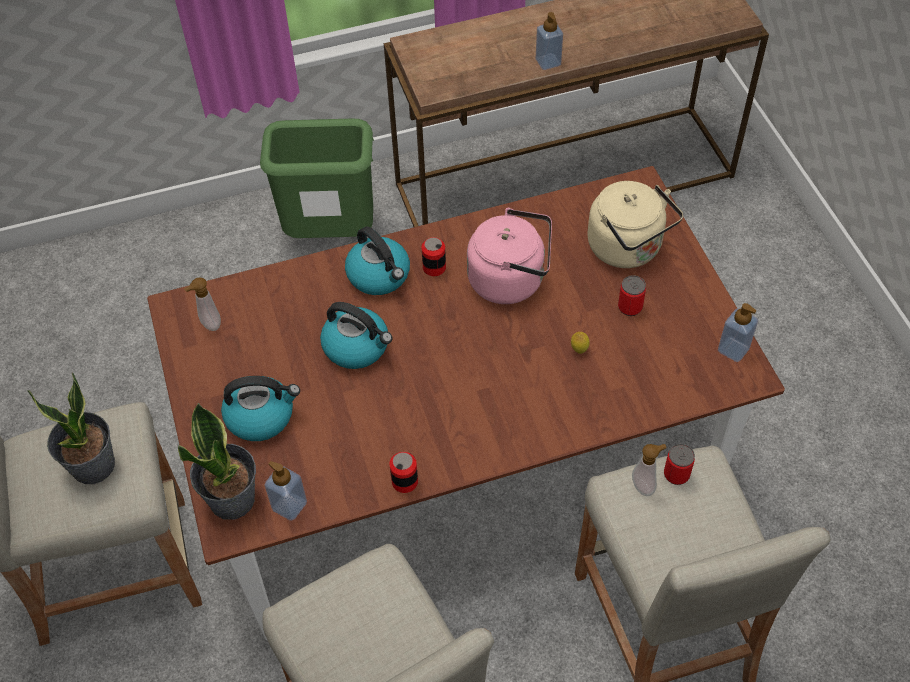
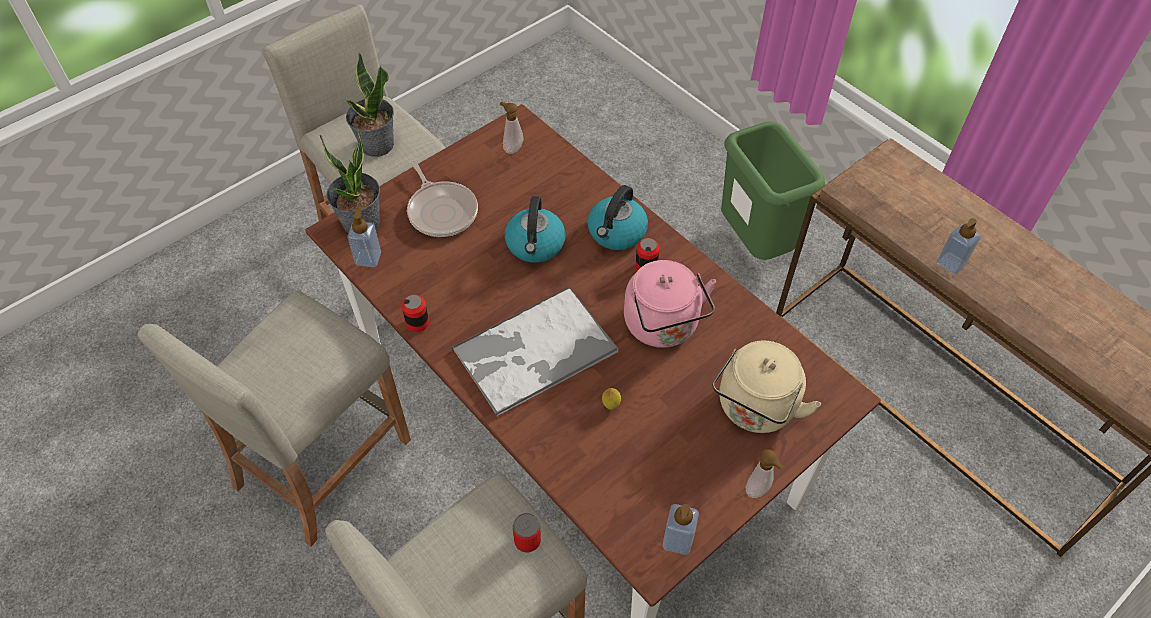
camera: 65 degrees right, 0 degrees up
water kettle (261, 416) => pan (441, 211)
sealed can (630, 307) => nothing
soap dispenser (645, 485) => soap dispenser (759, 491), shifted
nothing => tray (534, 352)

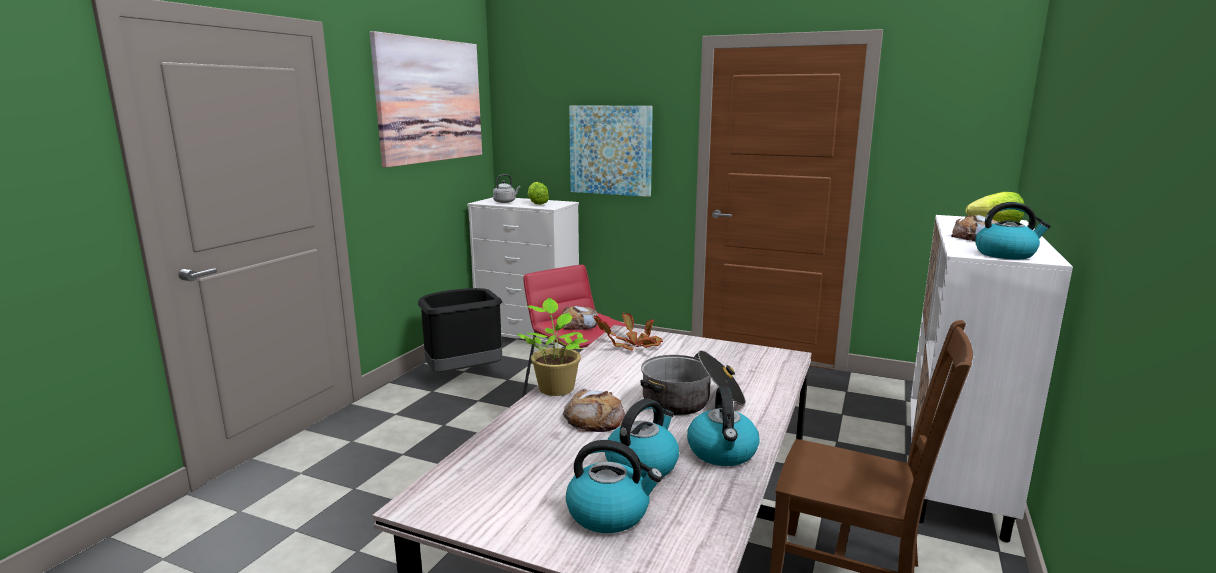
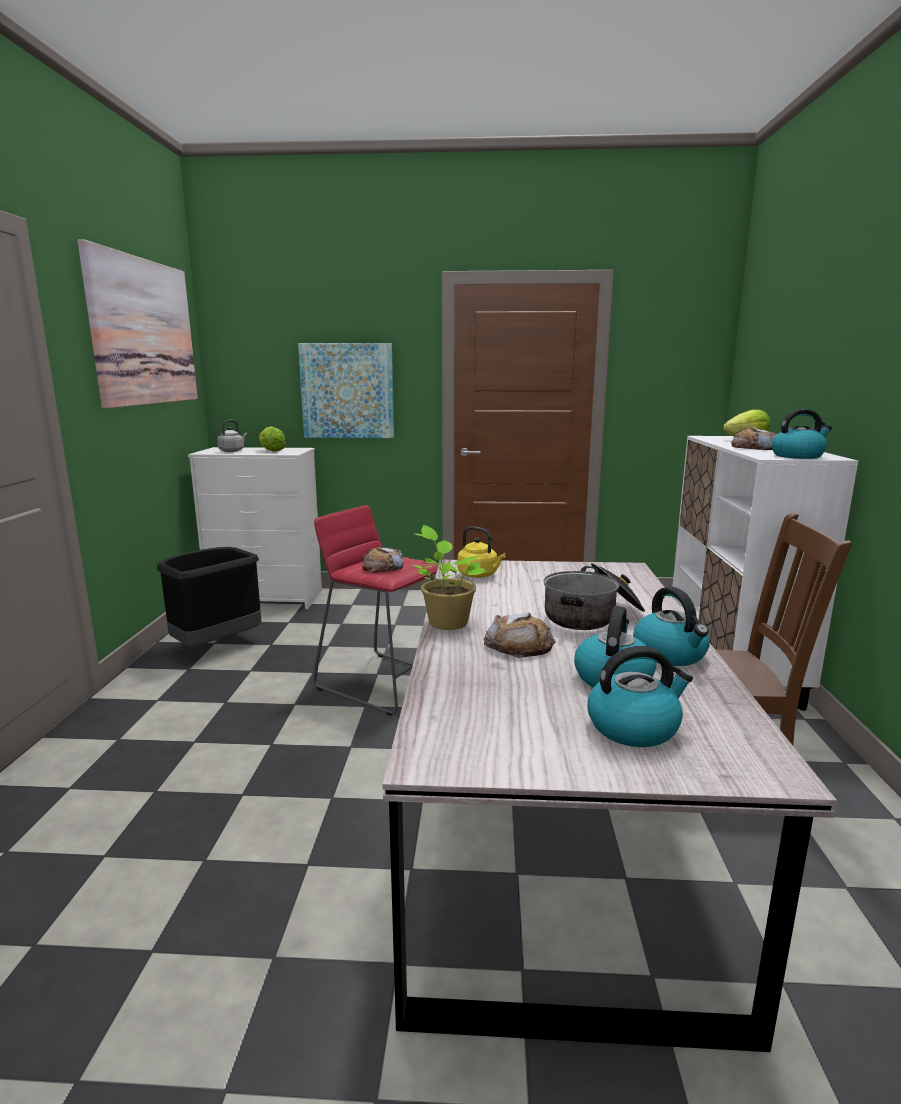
camera: 20 degrees left, 0 degrees up
plant in a pot (632, 345) => yellow-coloured water kettle (479, 575)

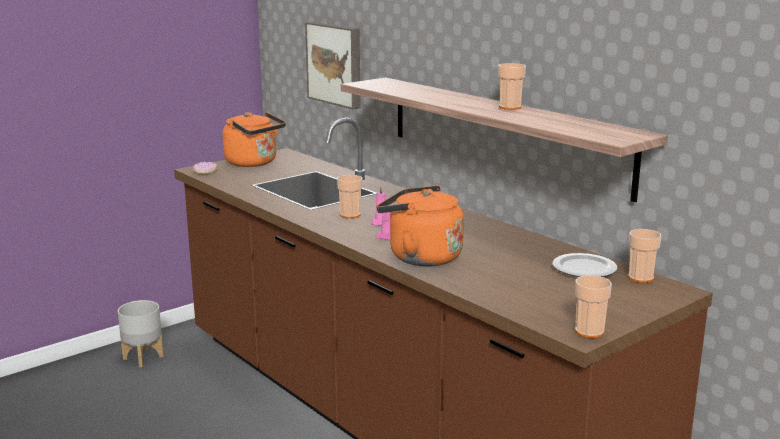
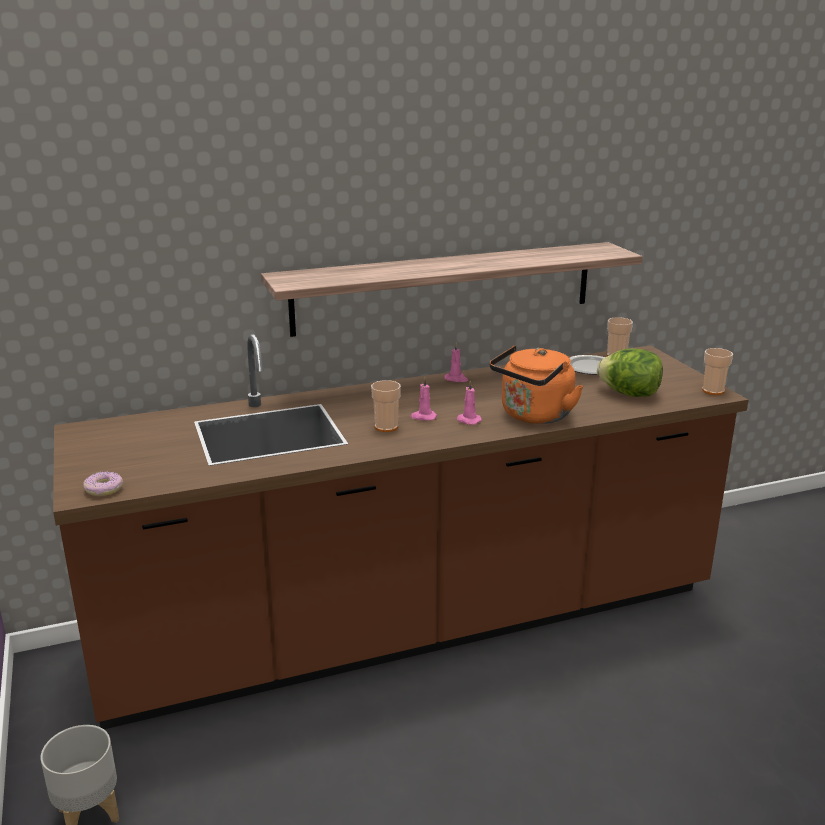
camera: 70 degrees left, 5 degrees up
orange-coloured water kettle (254, 163) => nothing
picture (336, 64) => nothing
drinking cup (510, 107) => nothing
nothing => pinkish wax light (456, 379)
nothing => head of lettuce (629, 394)

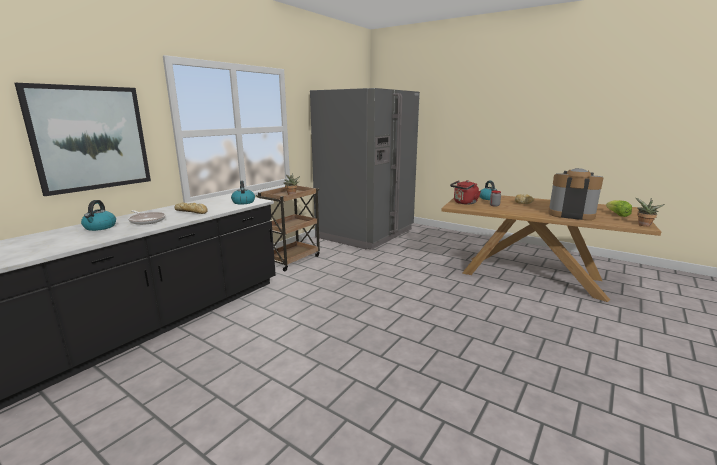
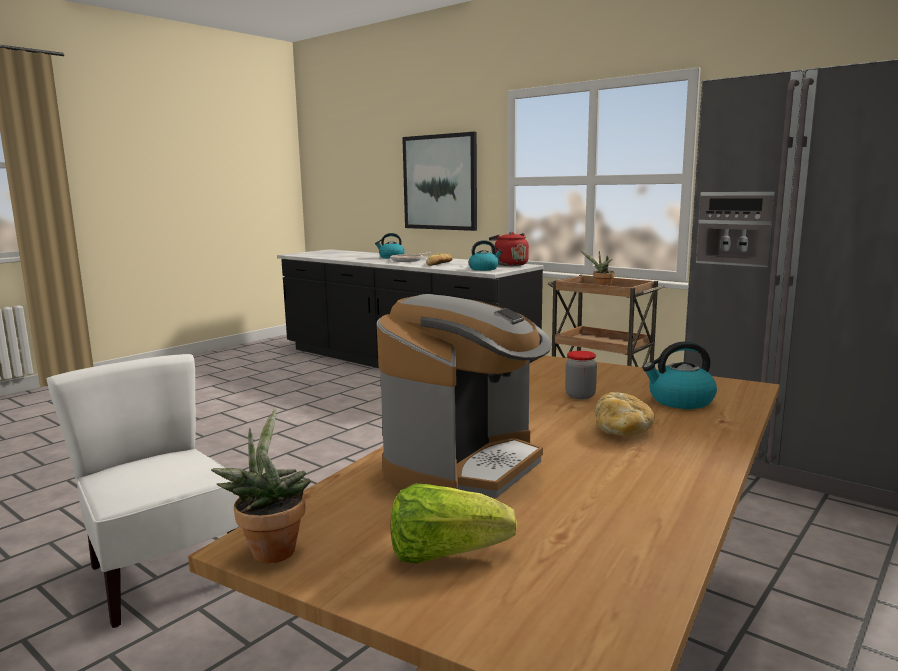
camera: 95 degrees right, 5 degrees down
red-coloured water kettle (464, 203) => red-coloured water kettle (509, 264), shifted
nothing => white upright chair (163, 574)

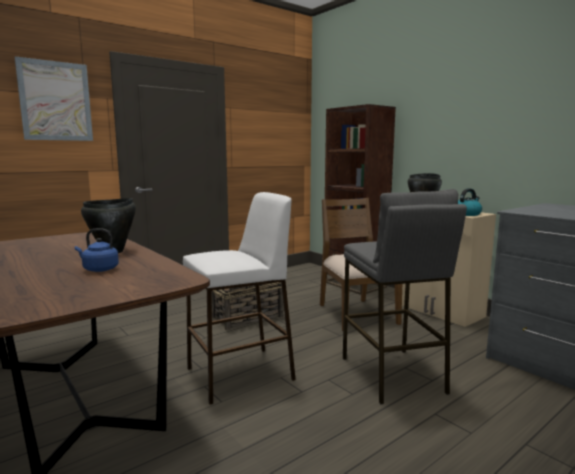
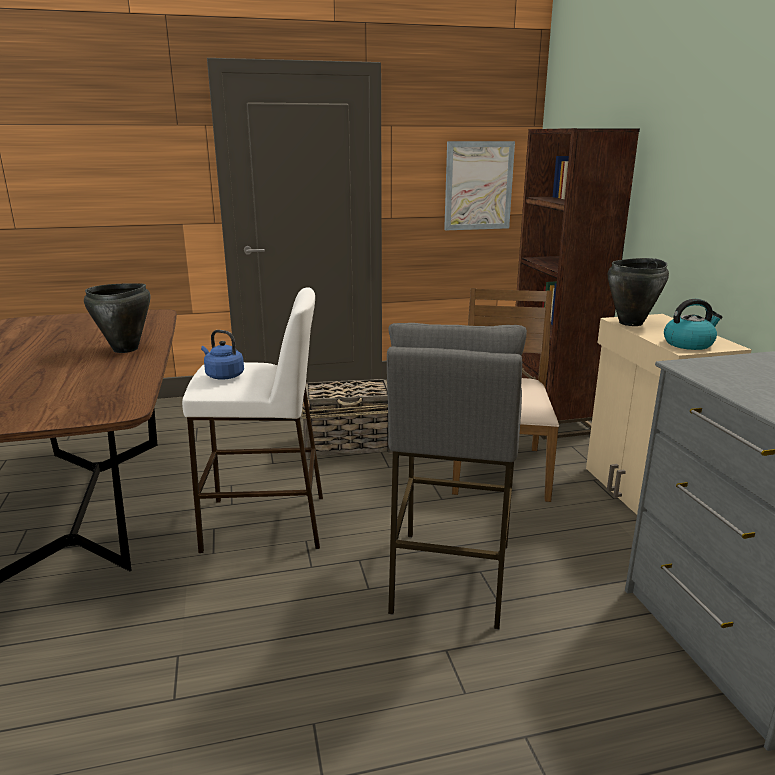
camera: 25 degrees right, 10 degrees up
picture (55, 101) => picture (478, 186), shifted
blue-coloured water kettle (99, 269) => blue-coloured water kettle (223, 375), shifted

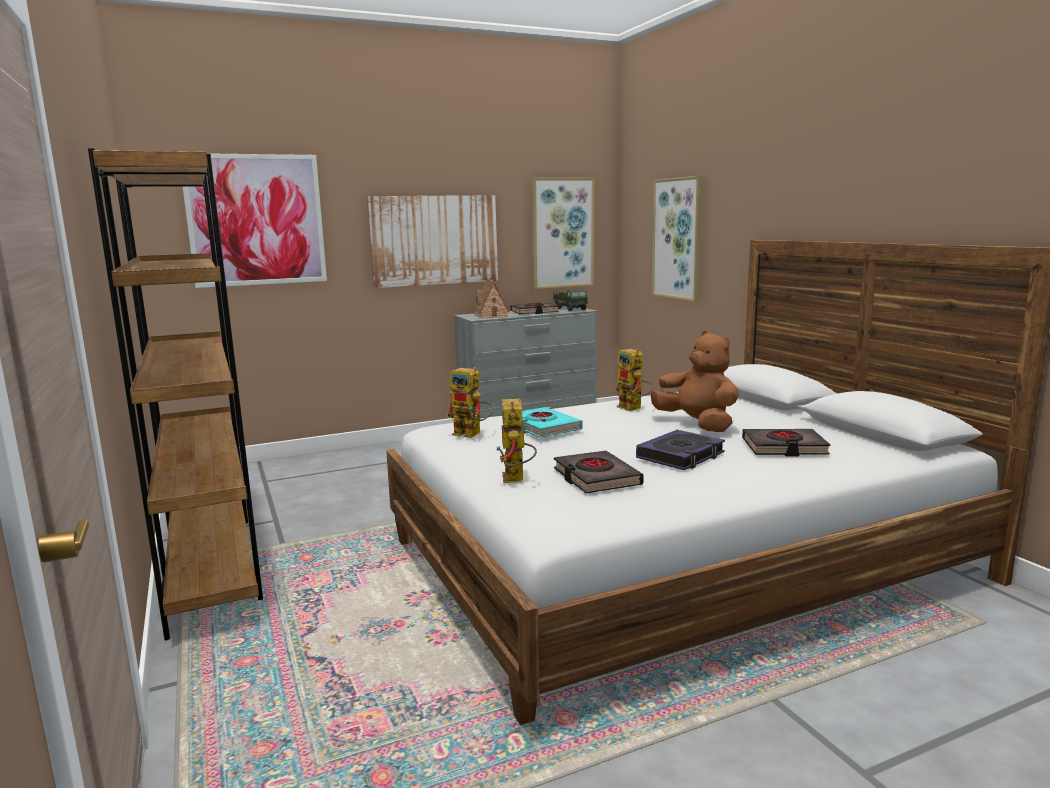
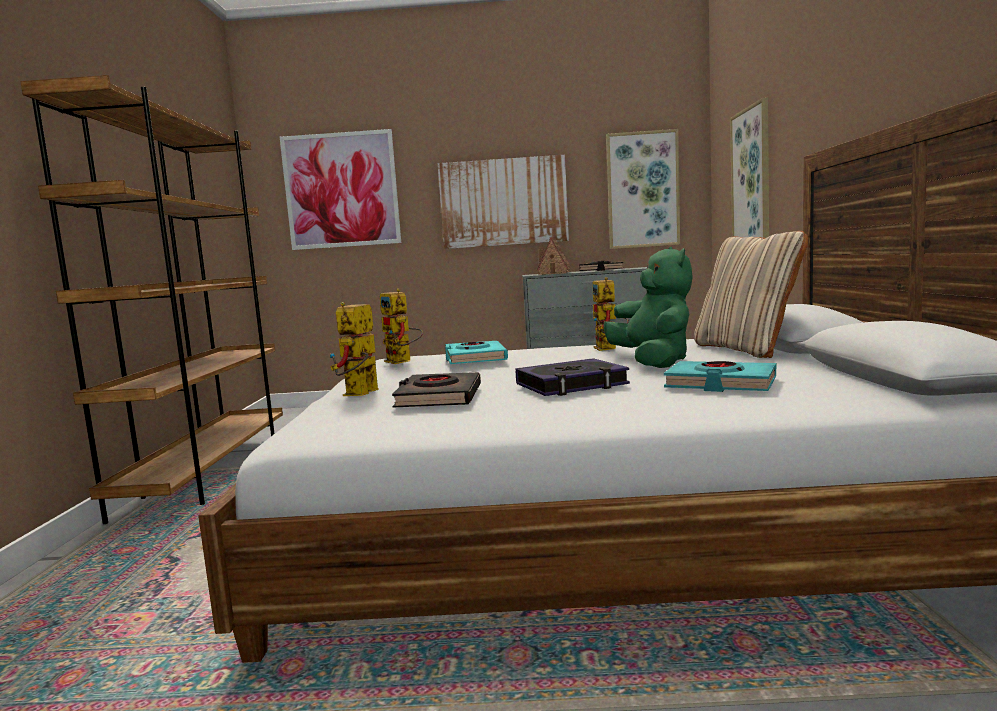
camera: 25 degrees right, 5 degrees down
toy lorry (570, 309) => nothing
brown cuddly toy (697, 425) => greenish cuddly toy (653, 362)
black-coloured book (784, 448) => turquoise-coloured book (720, 384)
nothing => beige pillow (745, 349)

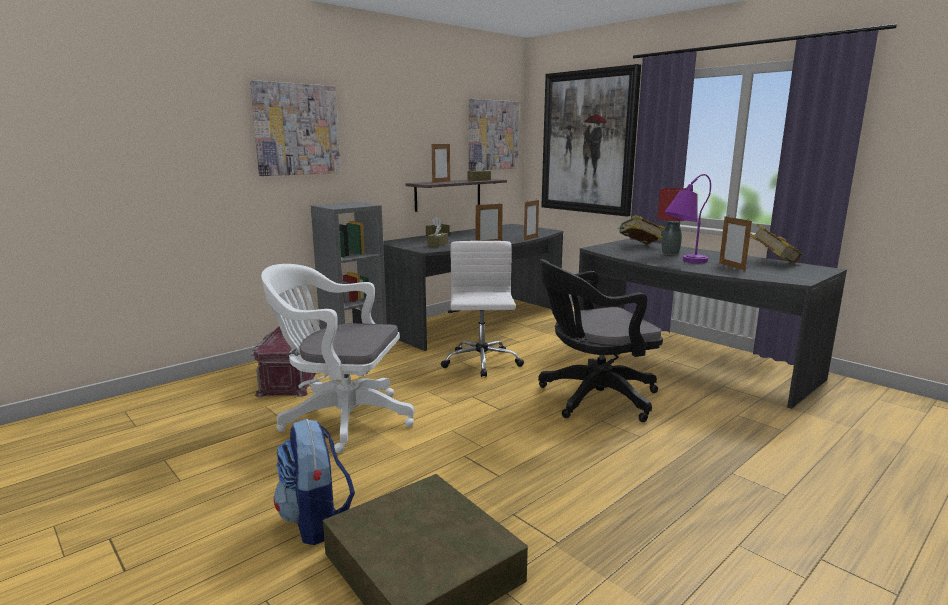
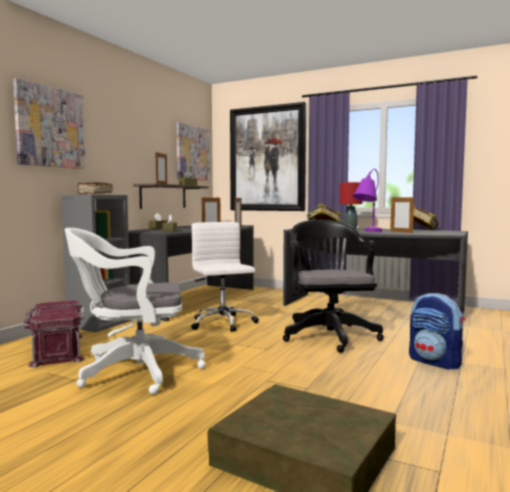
camera: 20 degrees left, 10 degrees down
backpack (316, 521) => backpack (435, 362), shifted
black-coloured office chair (592, 398) => black-coloured office chair (328, 335), 120 degrees clockwise
nothing => brown book (95, 194)

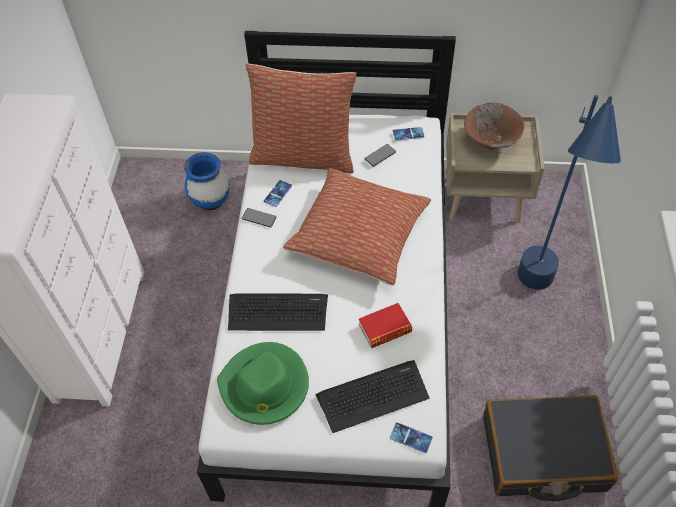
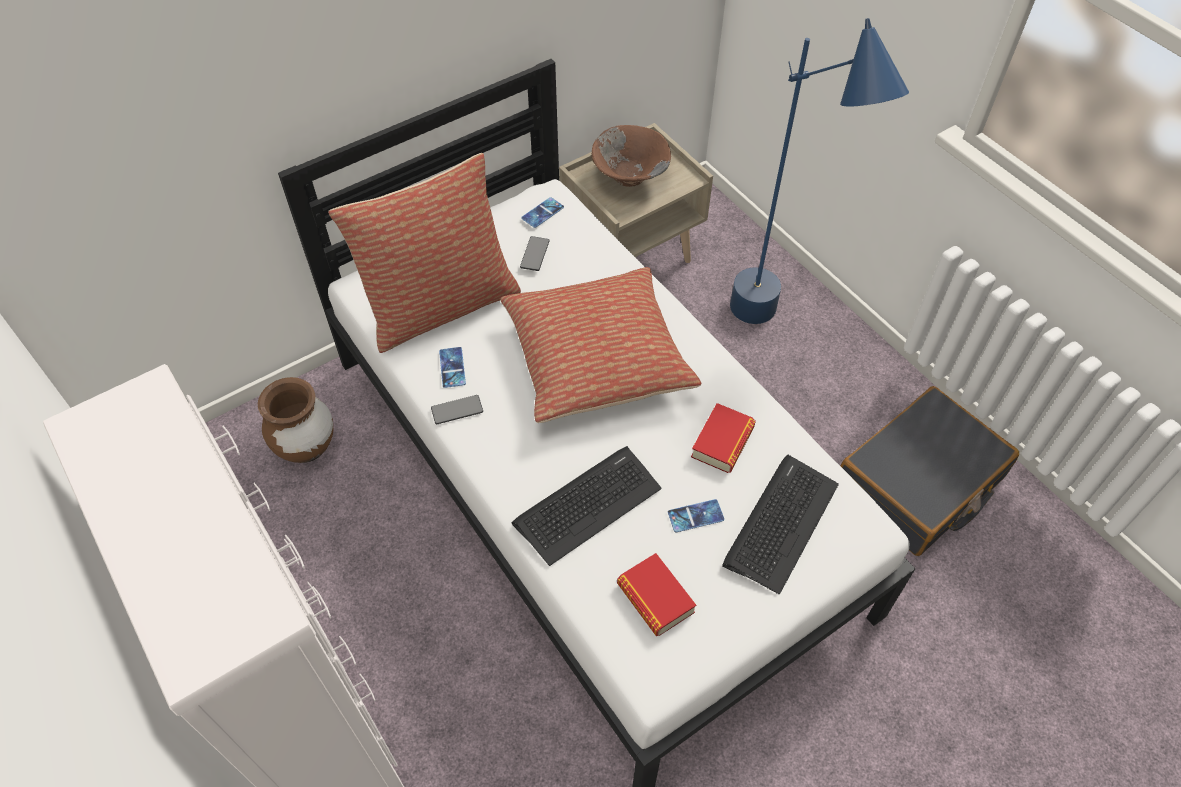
camera: 40 degrees left, 0 degrees up
blue-coloured vase (210, 201) => brown vase (306, 447)
greenish clothing hat (264, 386) => book (655, 598)
handset (411, 438) => handset (695, 516), shifted

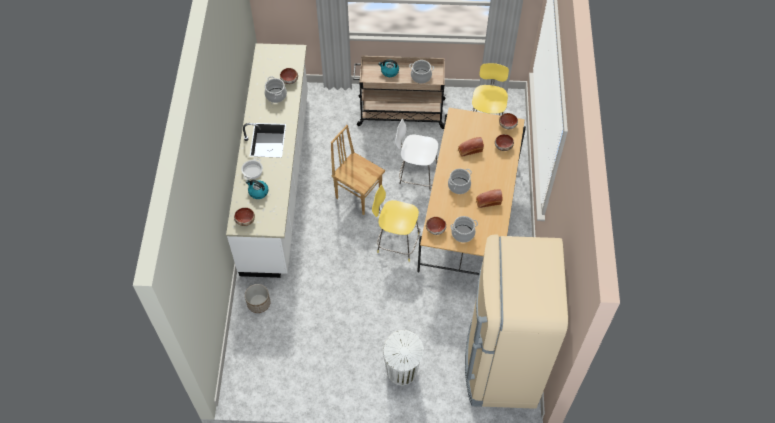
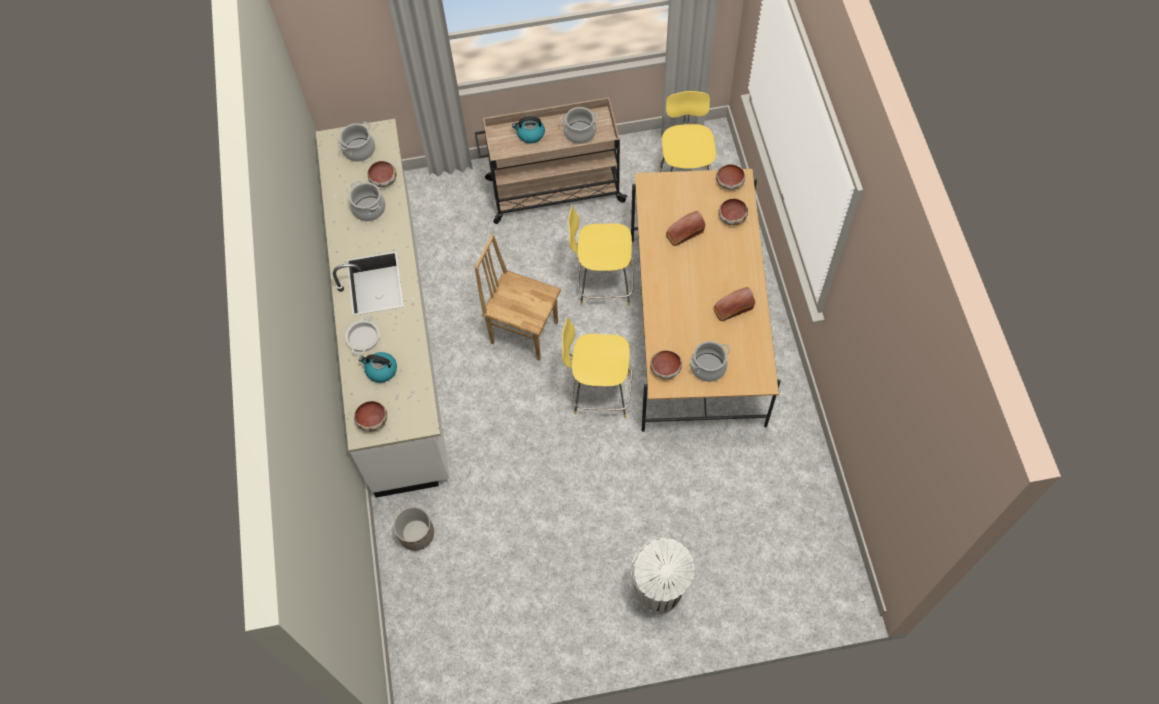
camera: 10 degrees left, 5 degrees up
white stool seat (416, 176) => yellow-coloured stool seat (603, 284)
cooking pot (459, 186) => cooking pot (359, 150), shifted
beige kitchen fridge (500, 367) => nothing

